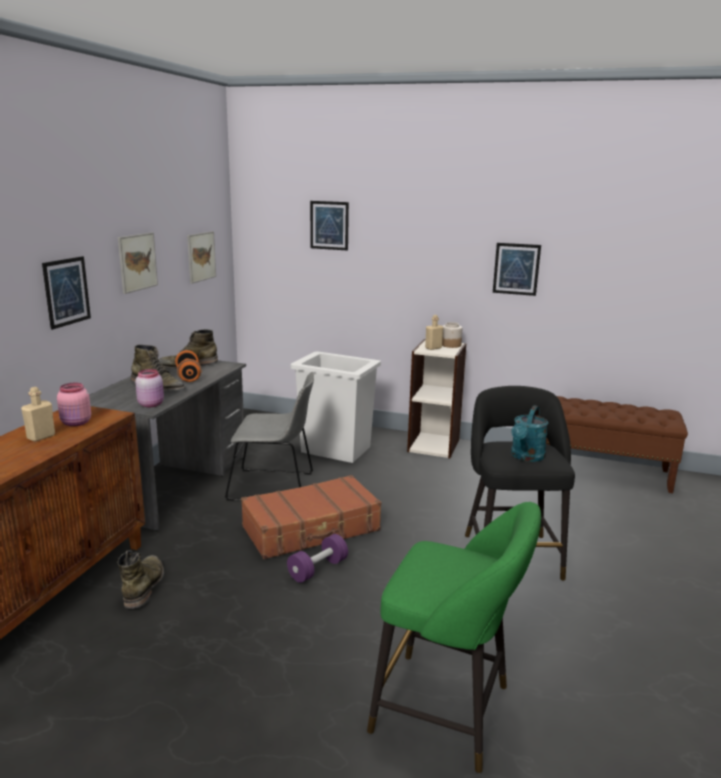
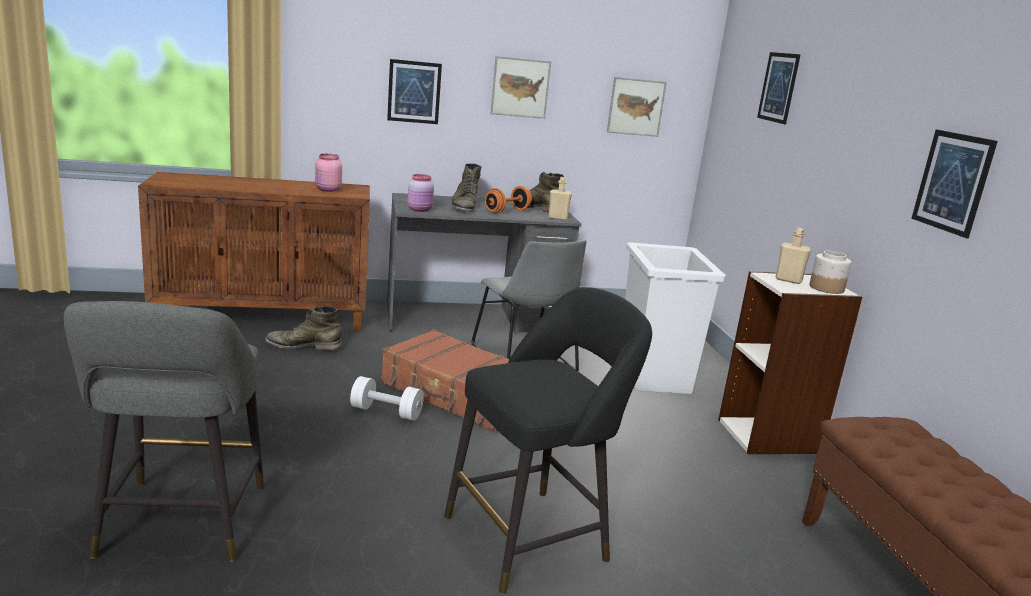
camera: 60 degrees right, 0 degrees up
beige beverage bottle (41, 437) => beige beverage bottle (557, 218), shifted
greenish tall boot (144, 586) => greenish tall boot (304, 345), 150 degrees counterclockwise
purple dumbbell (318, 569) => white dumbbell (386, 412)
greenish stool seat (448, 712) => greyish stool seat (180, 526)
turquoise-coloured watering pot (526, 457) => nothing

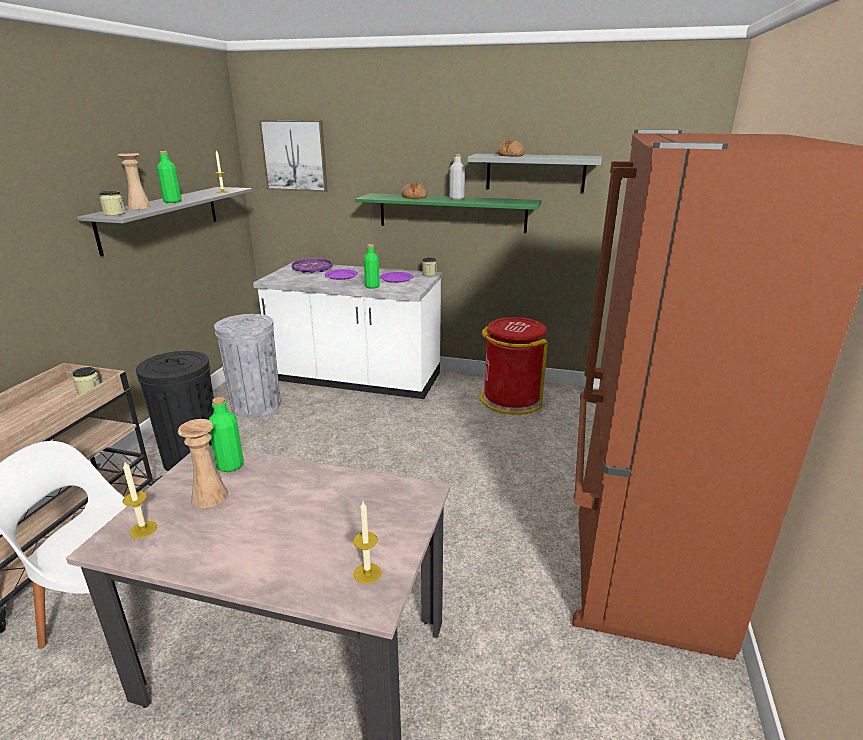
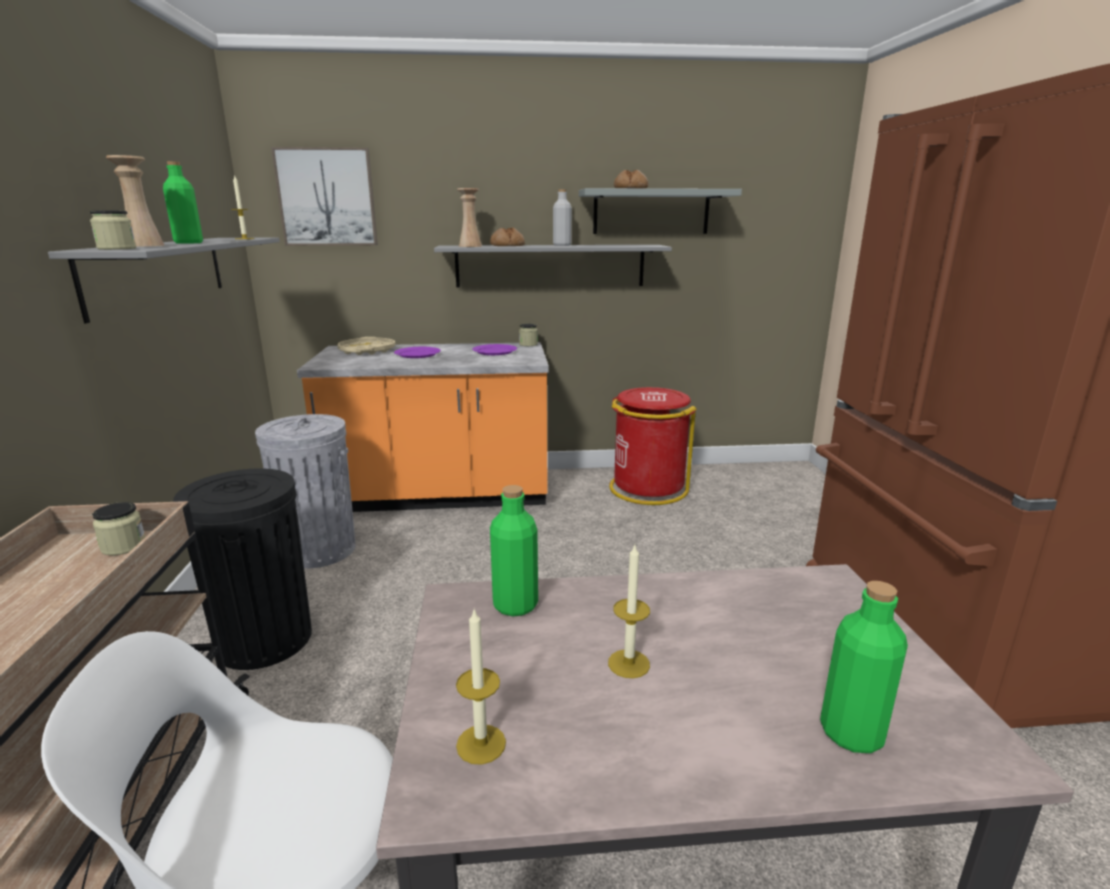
camera: 20 degrees left, 5 degrees down
beige vase (209, 496) => beige vase (470, 246), shifted
white counter (356, 379) => orange-coloured counter (440, 495)
purple tray (312, 269) => beige tray (367, 351)
wax light (367, 573) => wax light (628, 663), shifted
greenish bracket shelf (452, 213) => greyish bracket shelf (550, 266)
greenish beverage bottle (372, 286) => greenish beverage bottle (851, 733), shifted

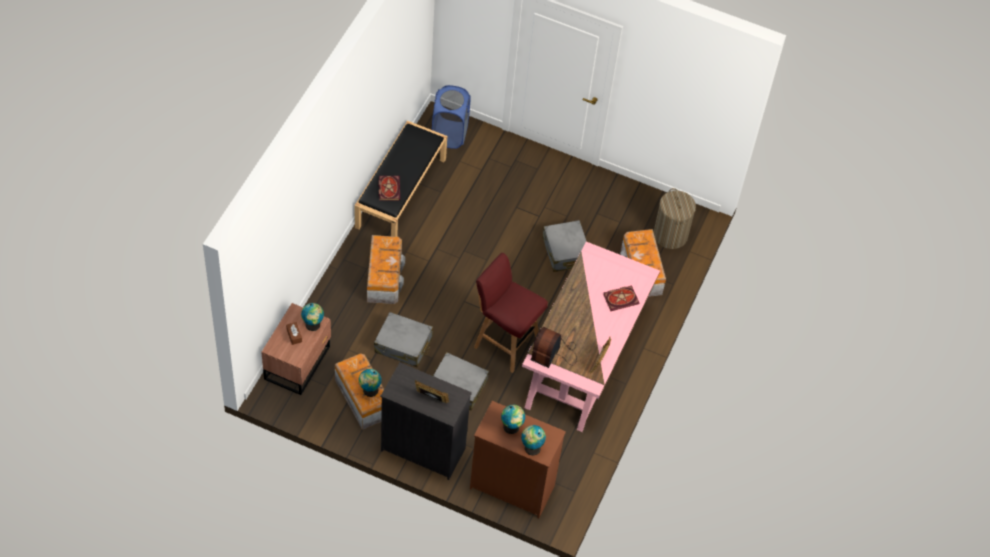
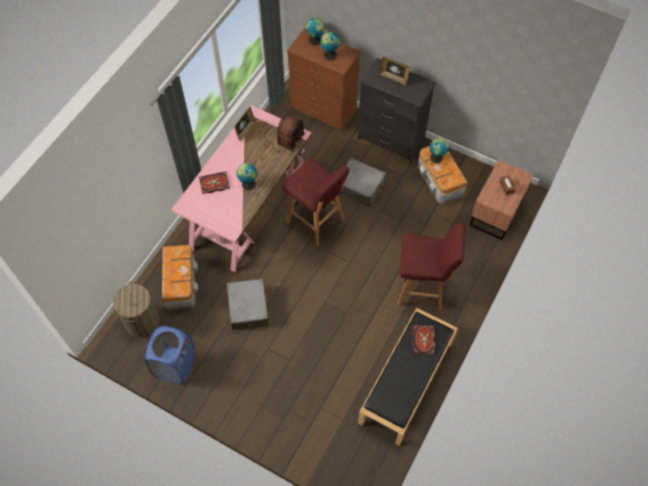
camera: 170 degrees left, 5 degrees up
world globe (313, 325) => world globe (248, 183), shifted
storage container (384, 277) => red-coloured stool seat (422, 288)
greyish suitcase (403, 345) => nothing
blue-coloured washing basket (450, 134) => blue-coloured washing basket (175, 365), shifted

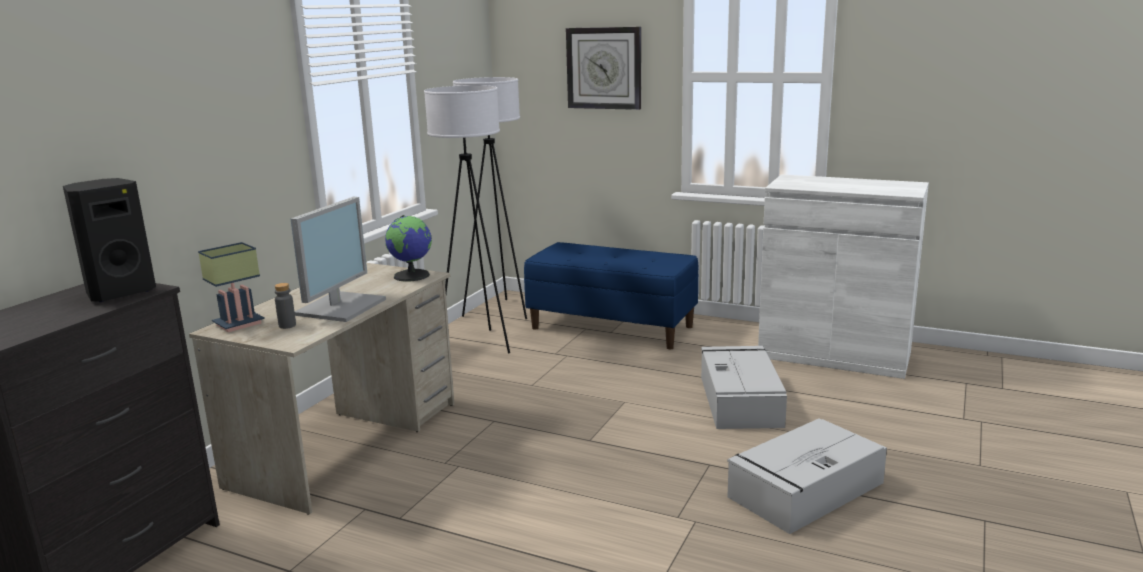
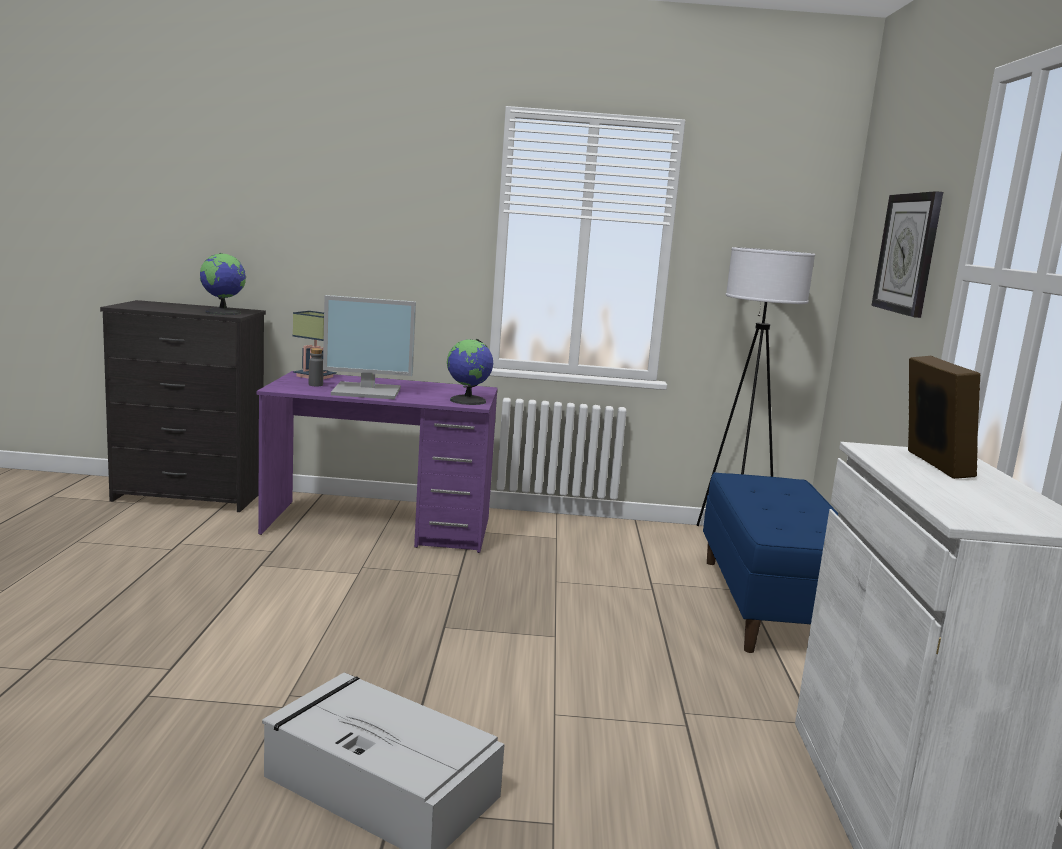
camera: 65 degrees right, 5 degrees down
black-coloured loudspeaker (119, 293) => world globe (223, 312)
beige desk unit (348, 443) => purple desk unit (379, 527)
white floor lamp (478, 344) => nothing
greyish storage container (740, 400) => nothing
nothing => picture frame (931, 464)

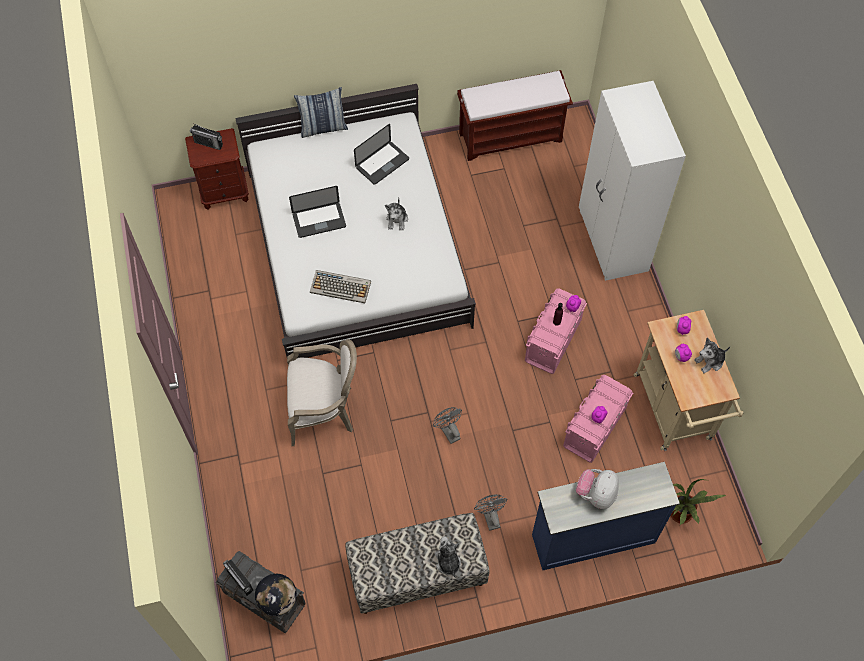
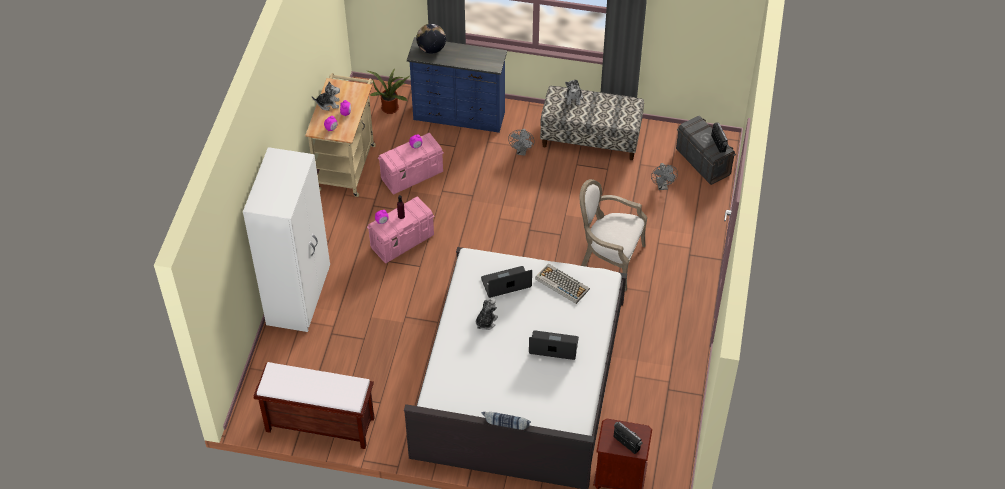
camera: 155 degrees left, 10 degrees down
world globe (278, 600) => world globe (431, 49), shifted
laptop (382, 163) => laptop (506, 283), shifted
greyish fan (448, 431) => greyish fan (662, 186), shifted
cuddly toy (596, 494) => nothing

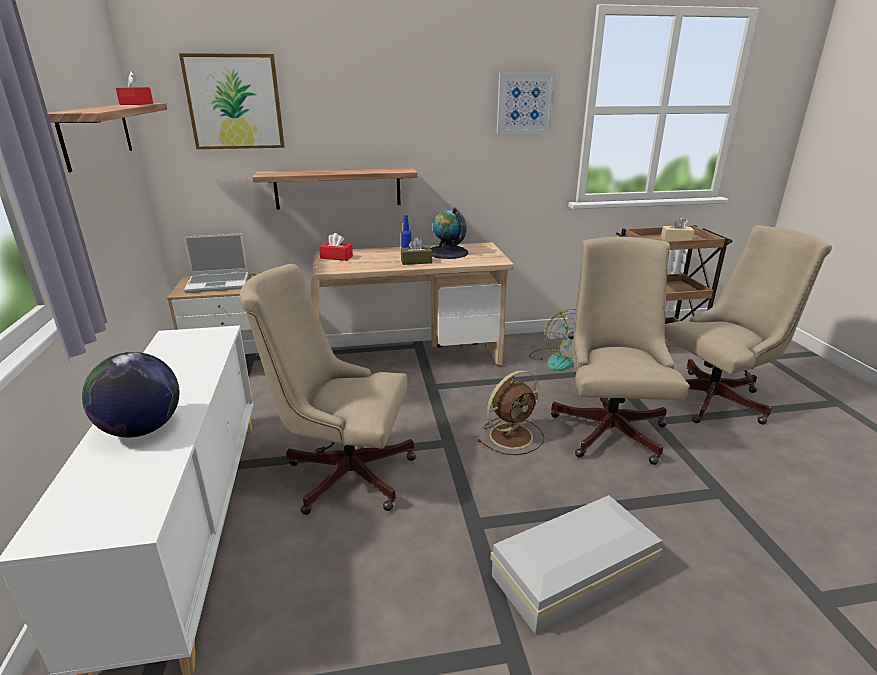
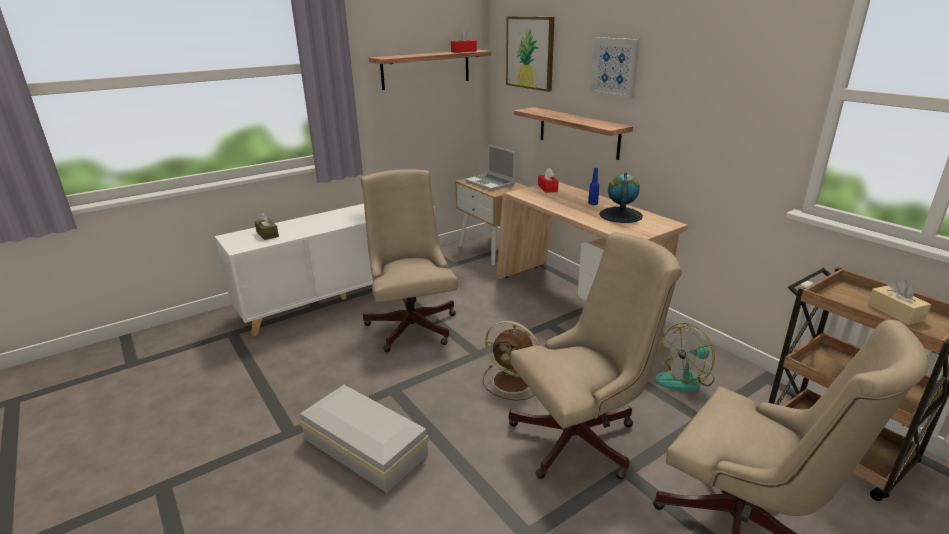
camera: 65 degrees right, 0 degrees up
world globe (142, 429) => nothing
brown tissue box (416, 261) => brown tissue box (267, 234), shifted
picture (524, 103) => picture (615, 67), shifted

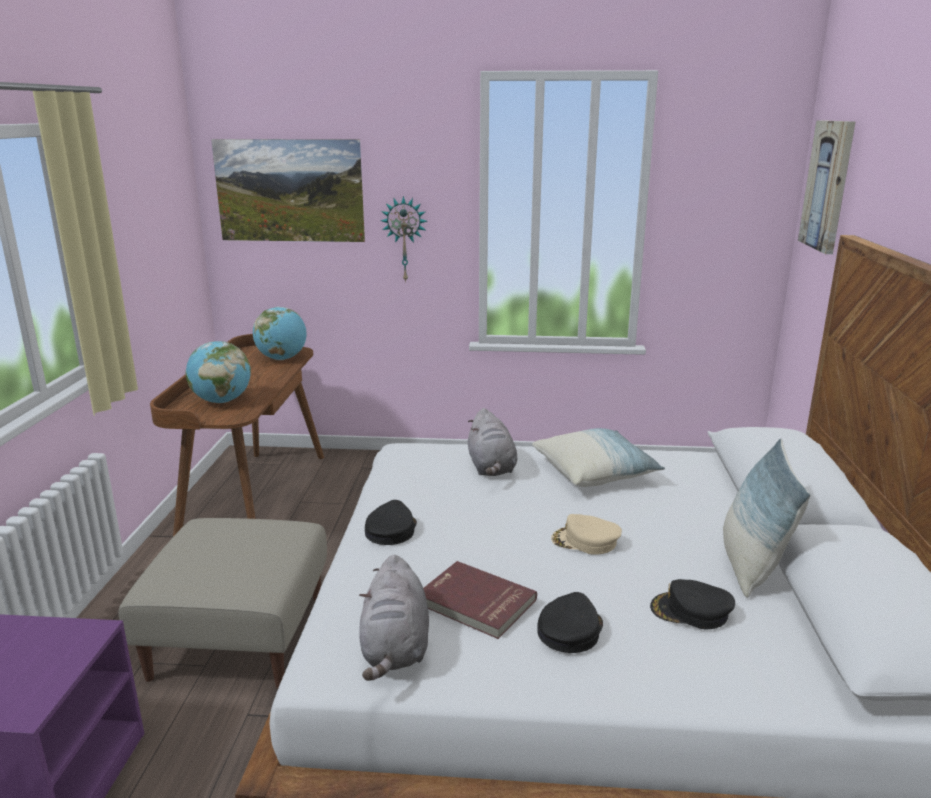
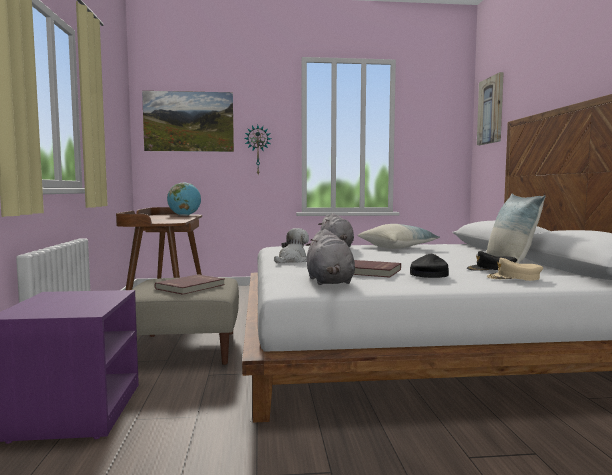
camera: 10 degrees left, 15 degrees down
world globe (222, 401) => nothing
black-coloured peaked cap (390, 530) => cuddly toy (292, 261)
beige peaked cap (585, 541) => beige peaked cap (514, 278), shifted
nothing => red-coloured book (191, 287)

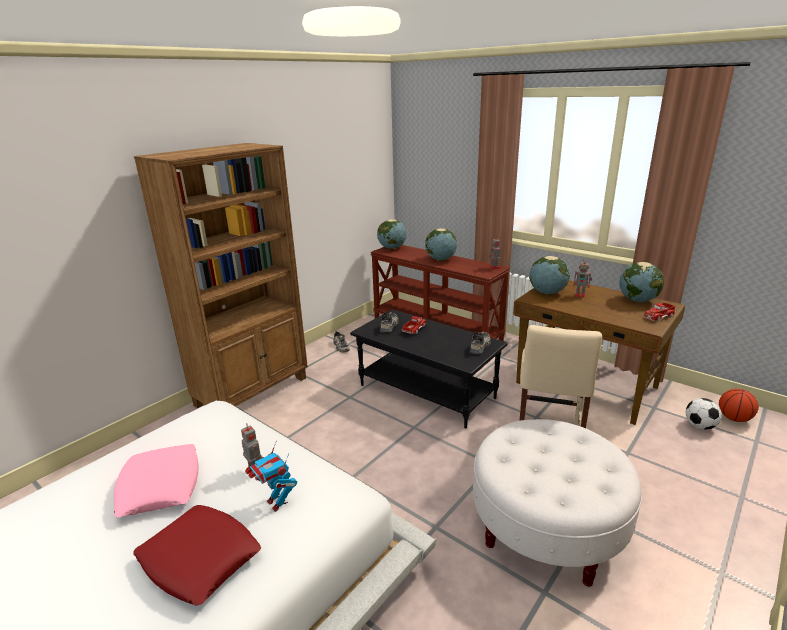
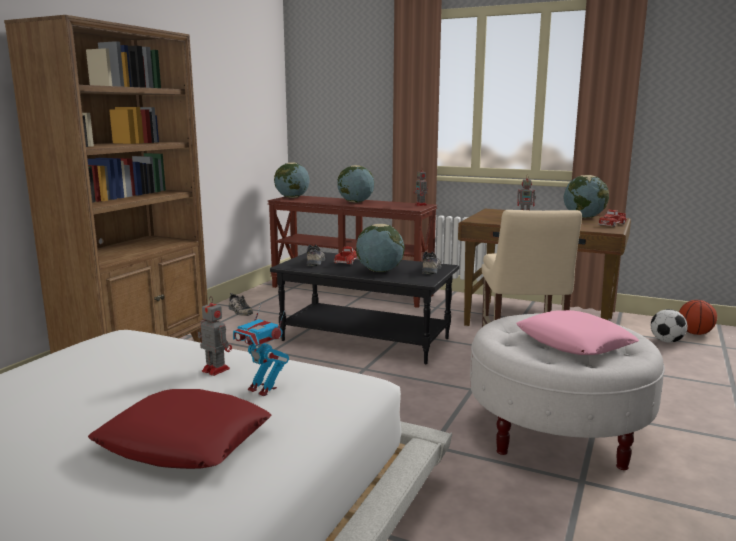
camera: 15 degrees left, 10 degrees down
pinkish pillow (160, 486) => pinkish pillow (574, 342), shifted
world globe (547, 292) => world globe (379, 271), shifted

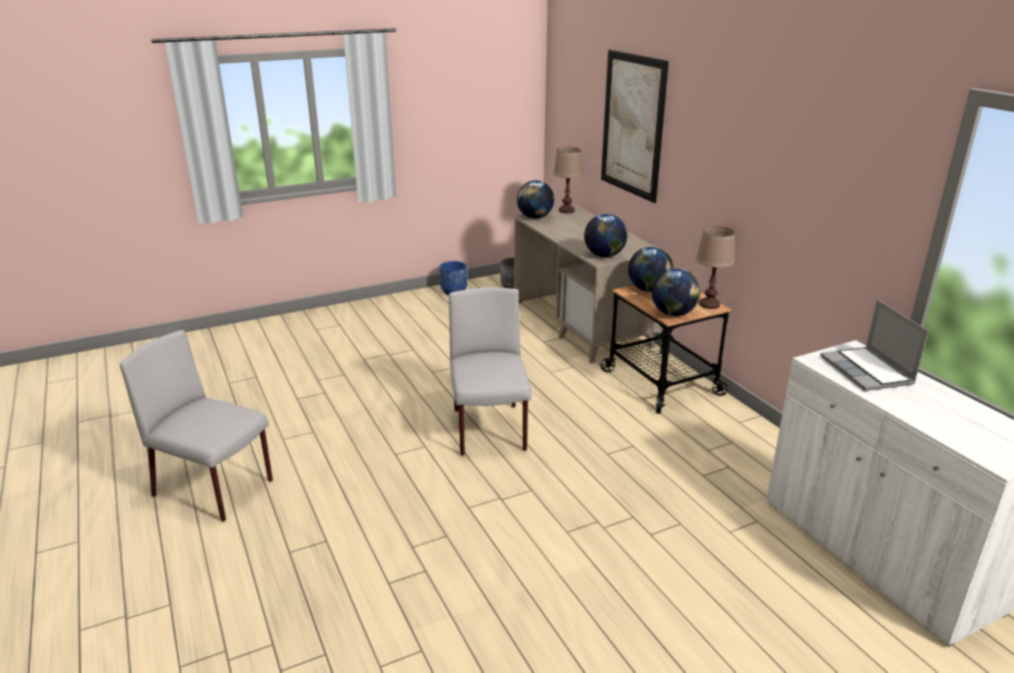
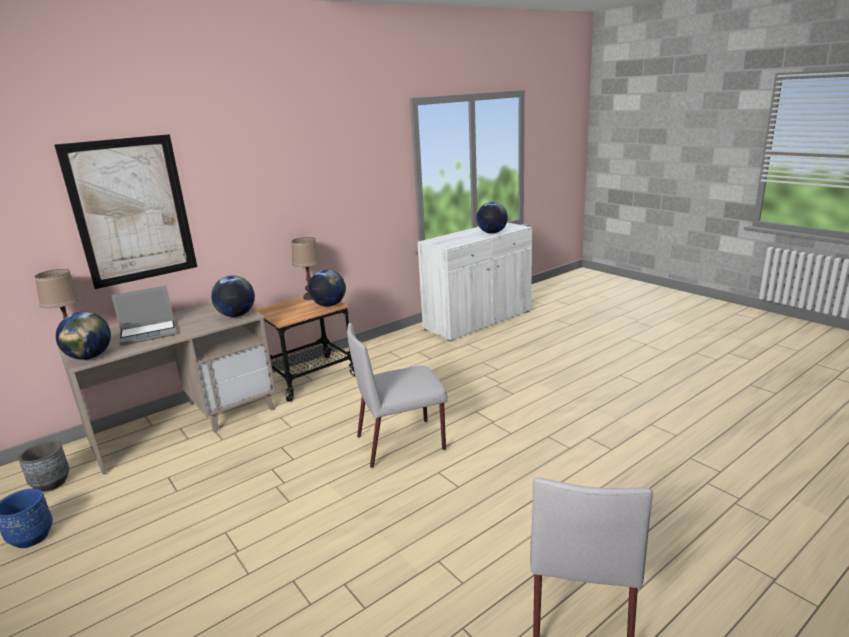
camera: 100 degrees left, 5 degrees down
world globe (648, 289) => world globe (492, 233), shifted
laptop (867, 371) => laptop (149, 333), shifted

